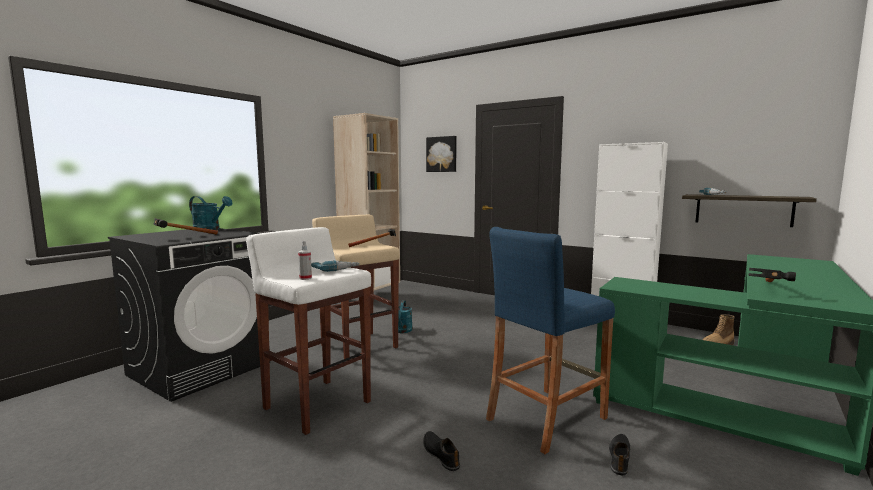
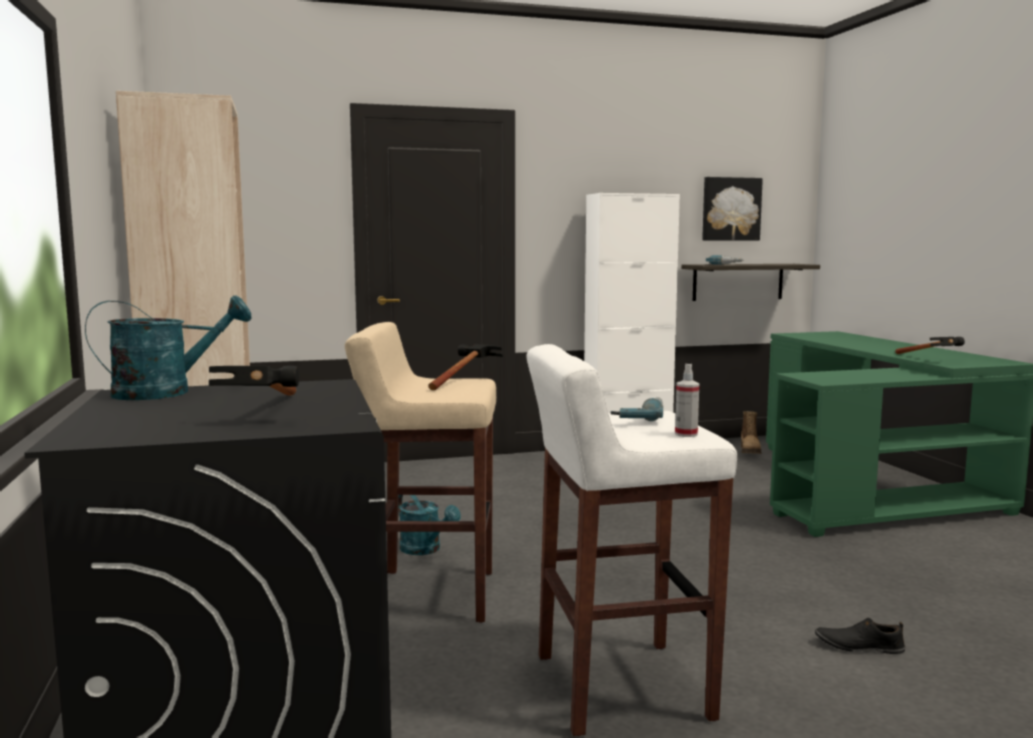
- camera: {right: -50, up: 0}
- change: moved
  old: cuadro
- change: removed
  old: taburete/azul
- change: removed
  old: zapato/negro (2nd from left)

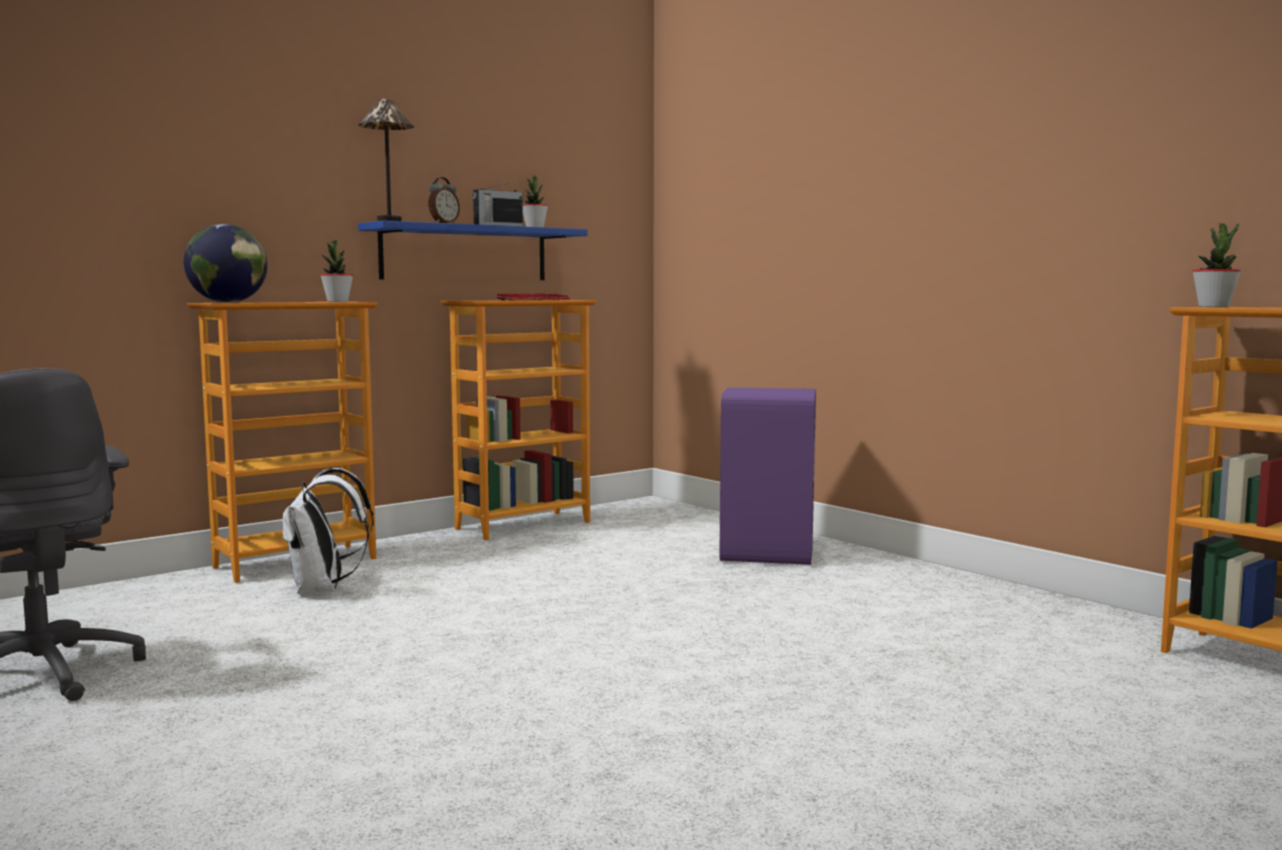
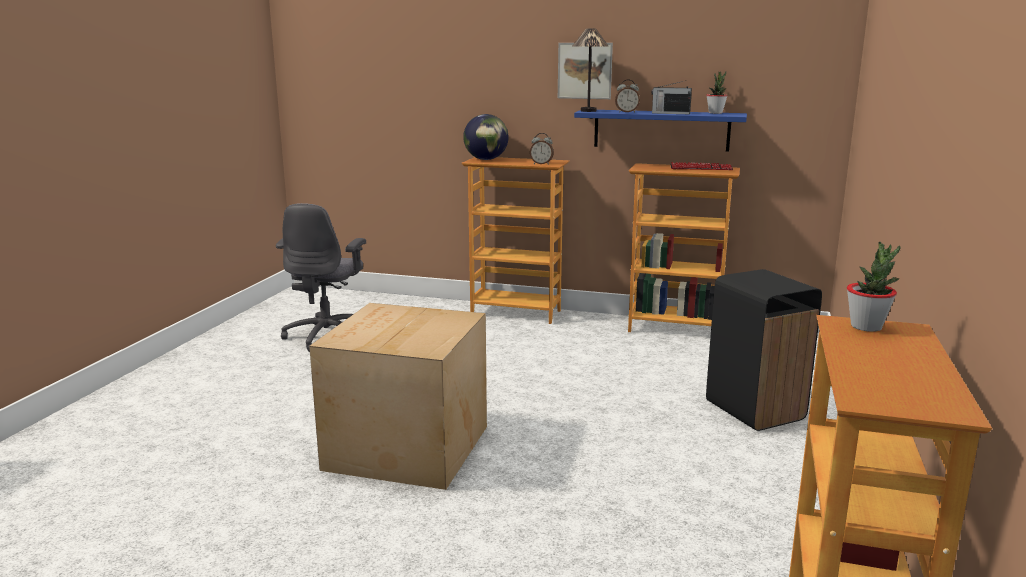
- camera: {right: 55, up: 10}
- change: added
  new: caja de cartón
- change: replaced
  old: planta en maceta (1st from left)
  new: despertador (1st from left)
- change: added
  new: cuadro
- change: recoloured
  old: papelera/morado
  new: papelera/negro
- change: removed
  old: mochila/blanco

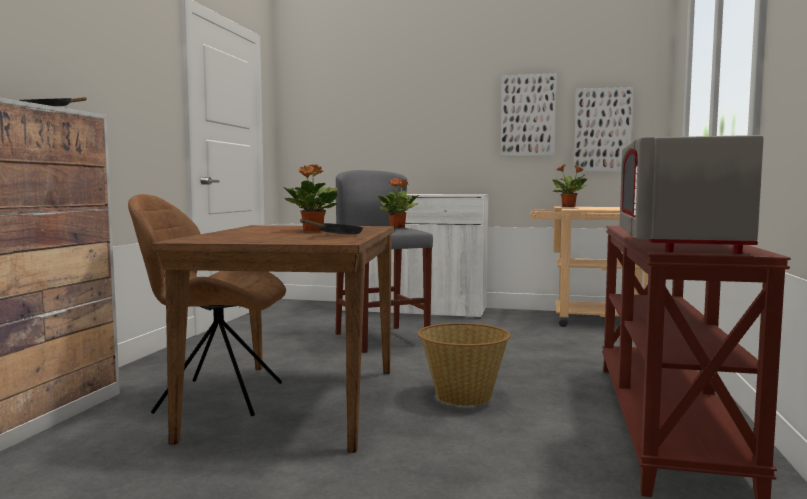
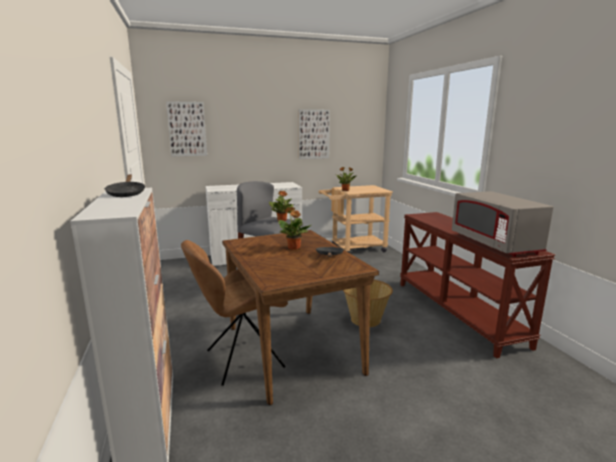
- camera: {right: -30, up: 10}
- change: moved
  old: cuadro (2nd from left in the first image)
  new: cuadro (1st from left)

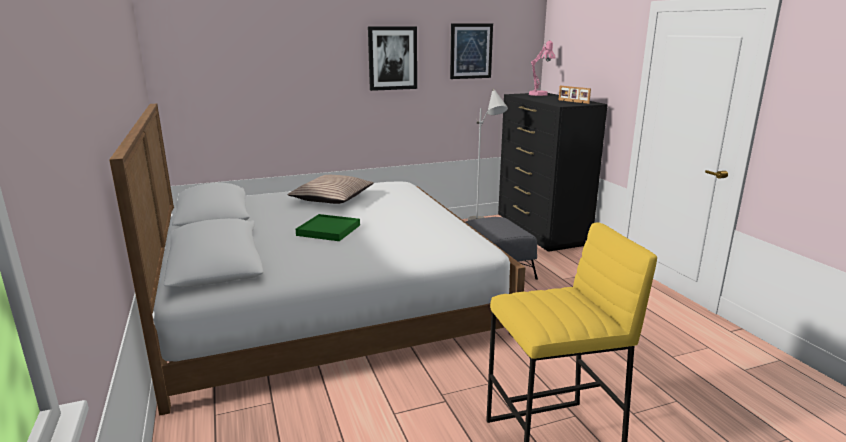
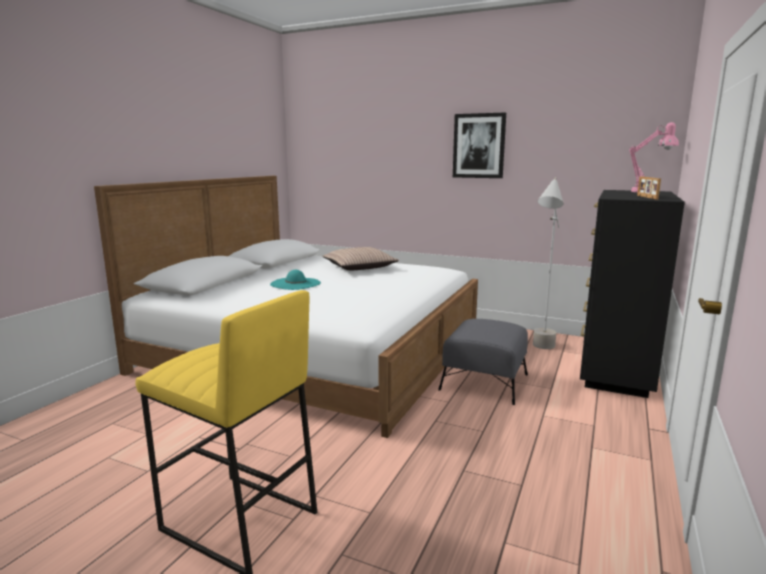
- camera: {right: 45, up: -5}
- change: replaced
  old: bandeja/verde
  new: sombrero/turquesa
- change: removed
  old: cuadro (2nd from left)

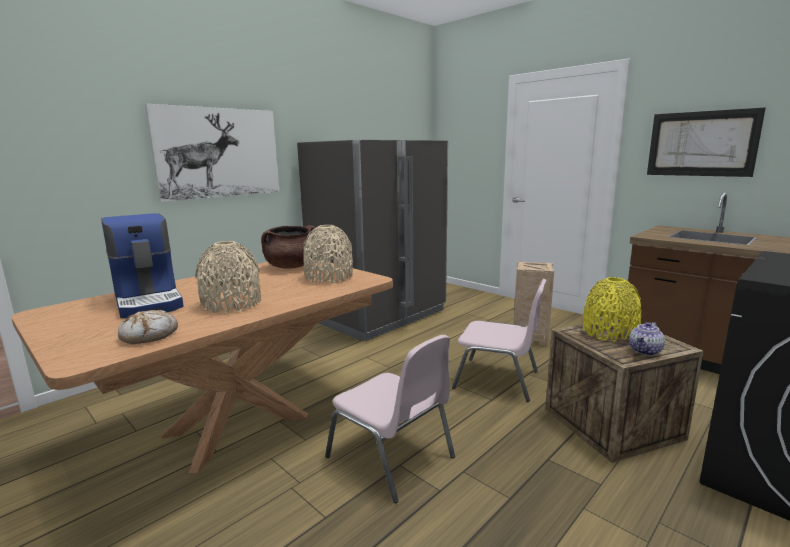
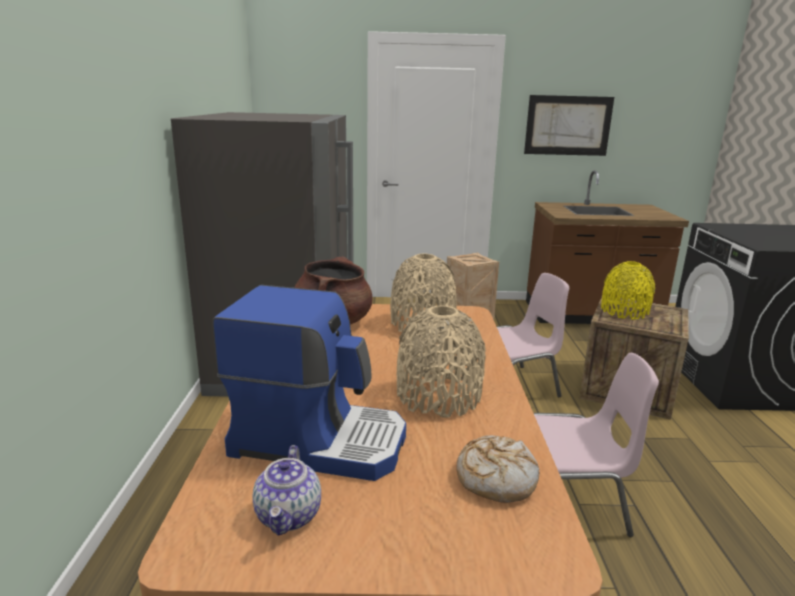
- camera: {right: -45, up: 5}
- change: moved
  old: tetera
- change: removed
  old: cuadro (1st from left)

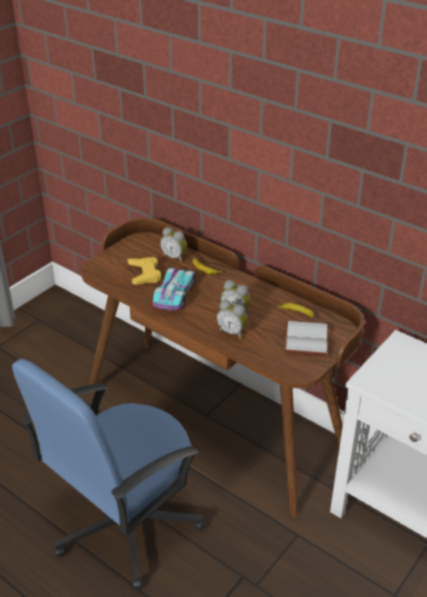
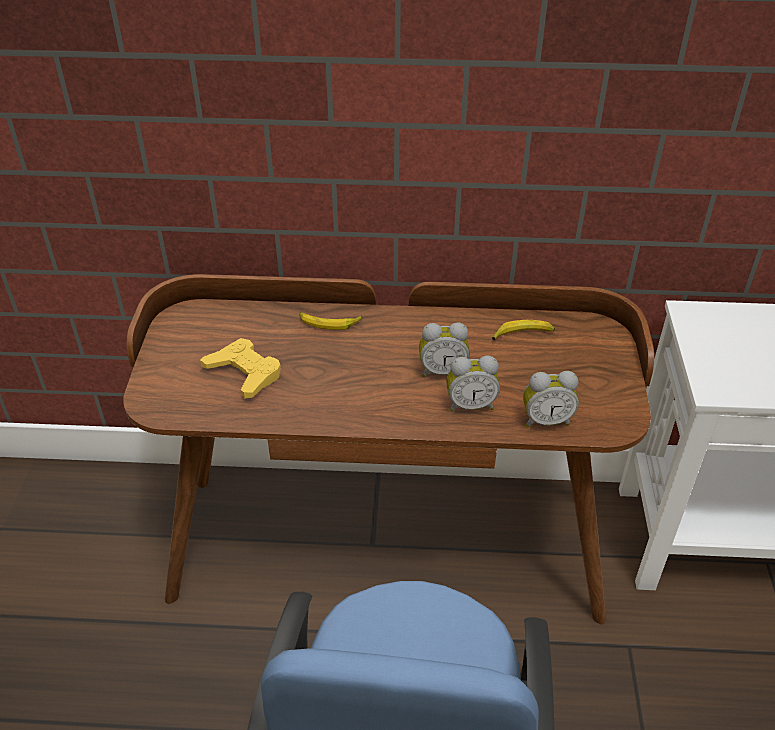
- camera: {right: -35, up: 5}
- change: moved
  old: despertador (1st from left in the first image)
  new: despertador (3rd from left)
- change: removed
  old: coche de juguete
- change: removed
  old: libro/blanco

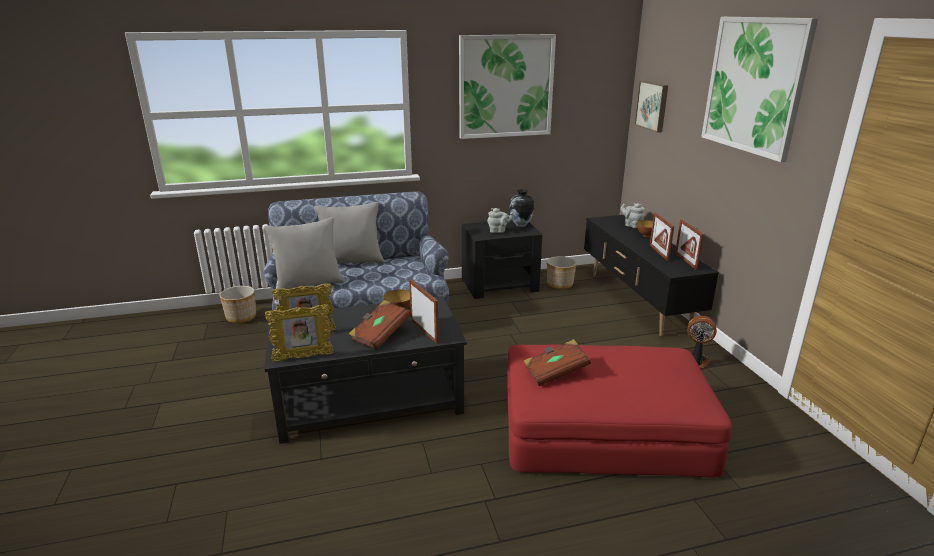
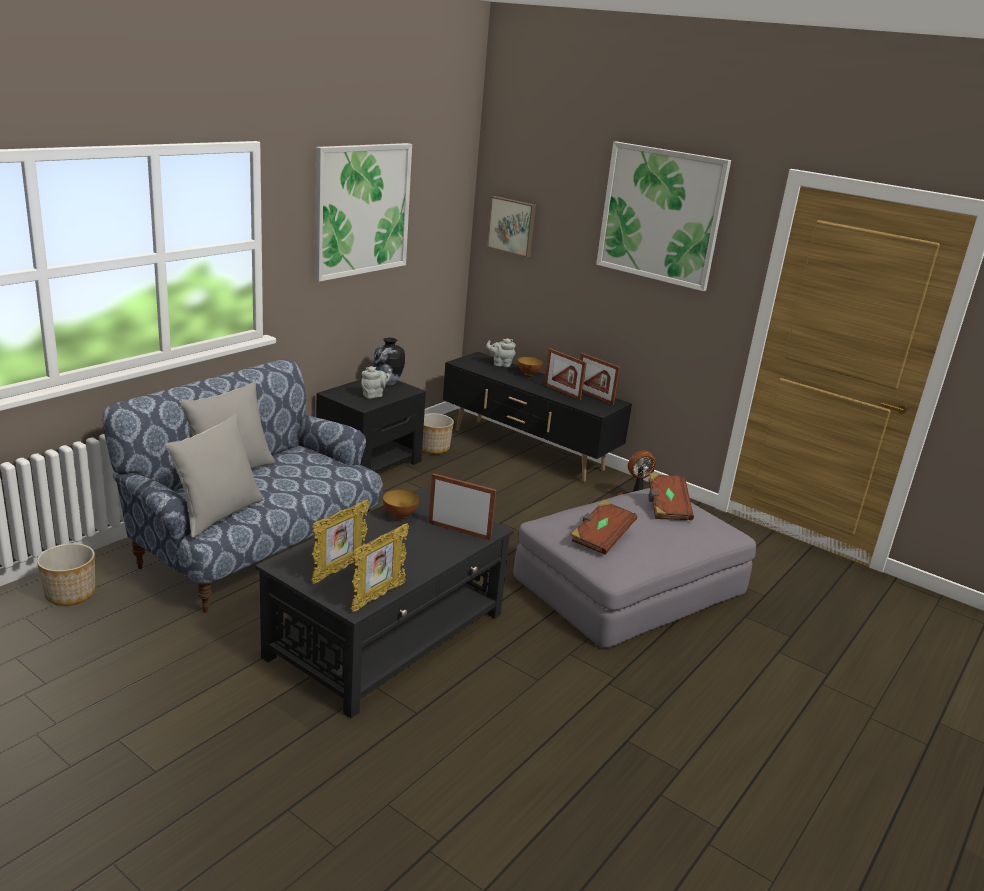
- camera: {right: -40, up: 0}
- change: recoloured
  old: puf/rojo
  new: puf/gris
- change: moved
  old: libro/marrón (1st from left in the first image)
  new: libro/marrón (2nd from left)

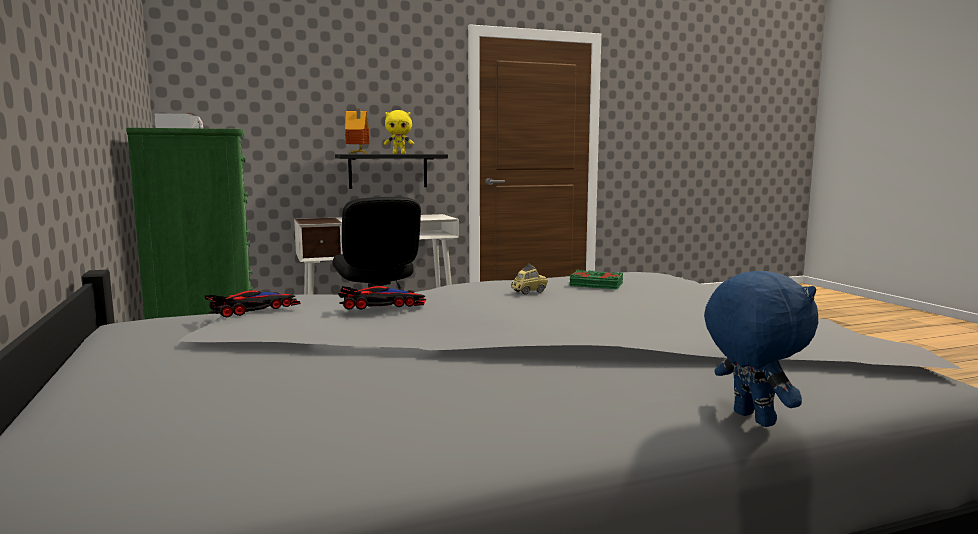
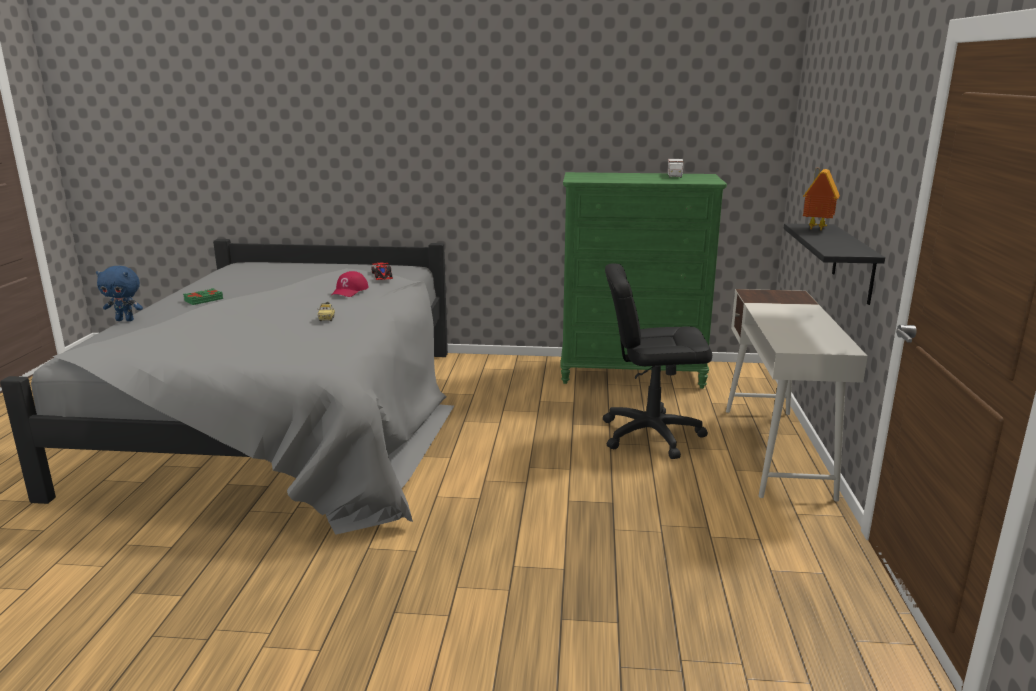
- camera: {right: 115, up: 10}
- change: moved
  old: libro/verde
- change: replaced
  old: coche de juguete (2nd from left)
  new: gorra/rojo
- change: removed
  old: peluche/amarillo

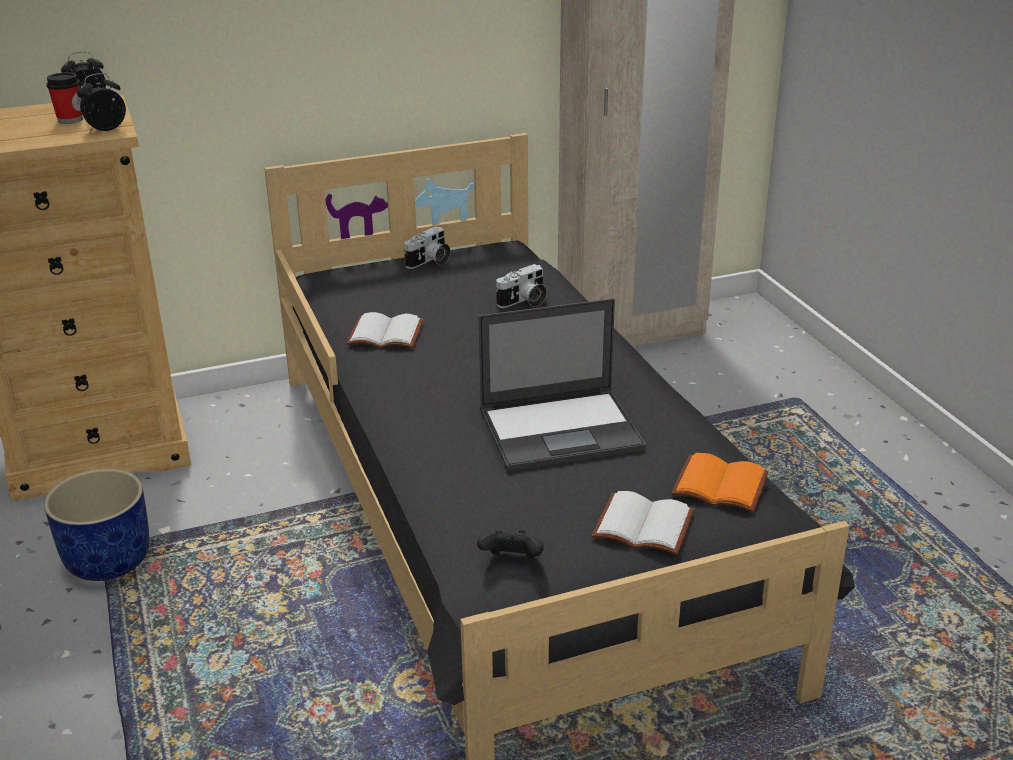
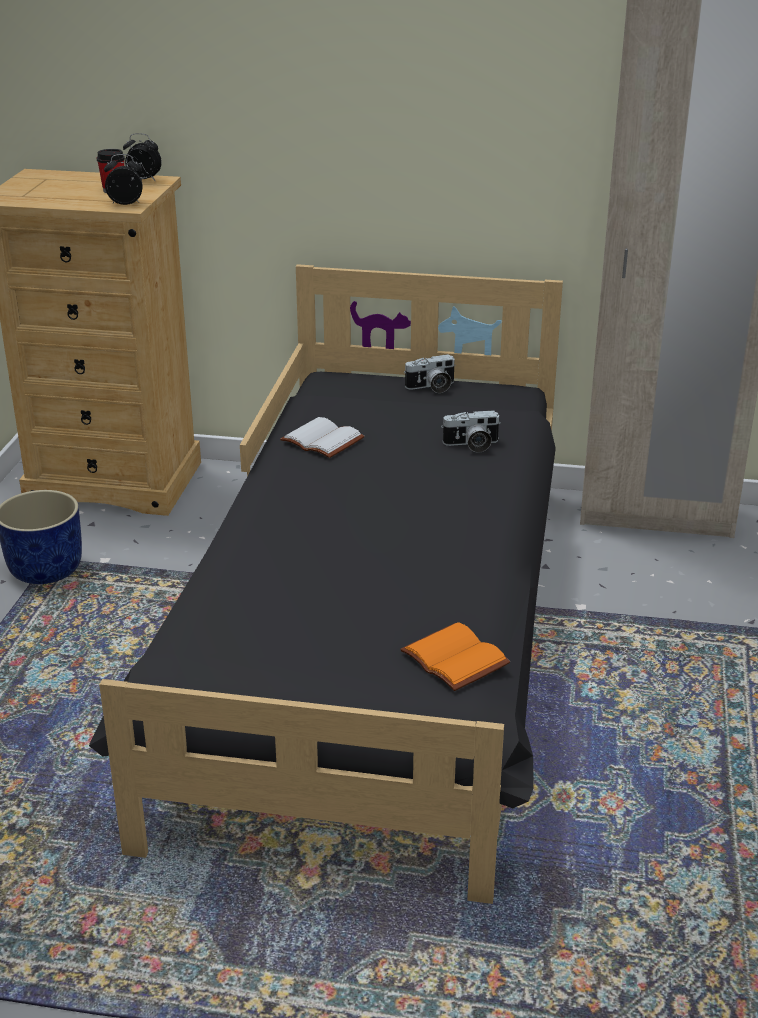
- camera: {right: 30, up: 0}
- change: removed
  old: mando de consola/negro
- change: removed
  old: portátil
- change: removed
  old: libro/blanco (2nd from left)

